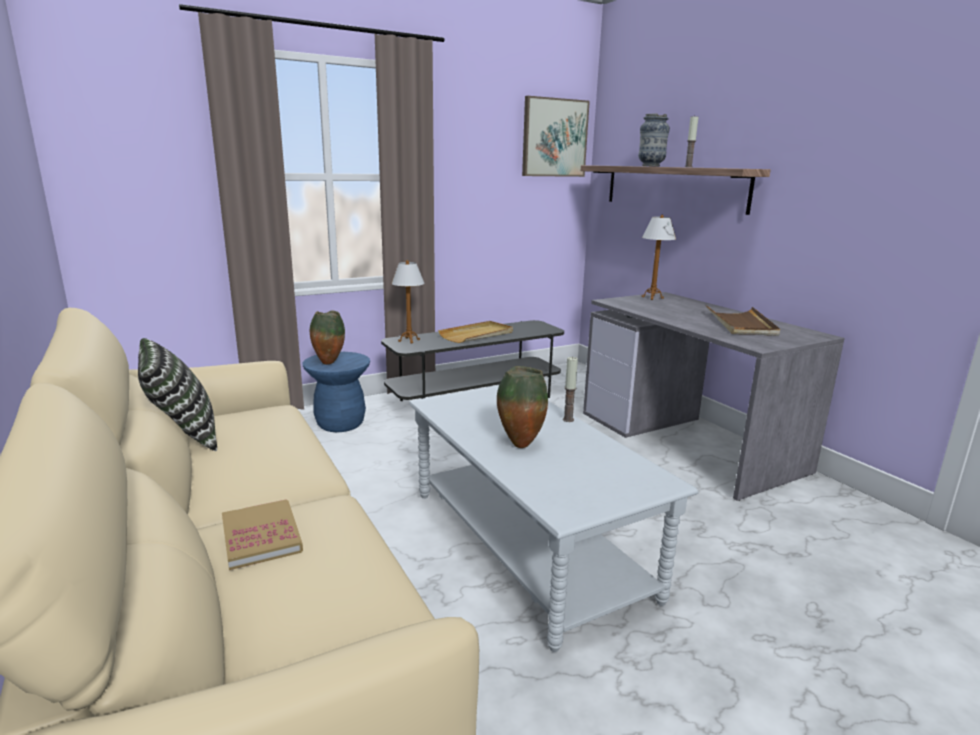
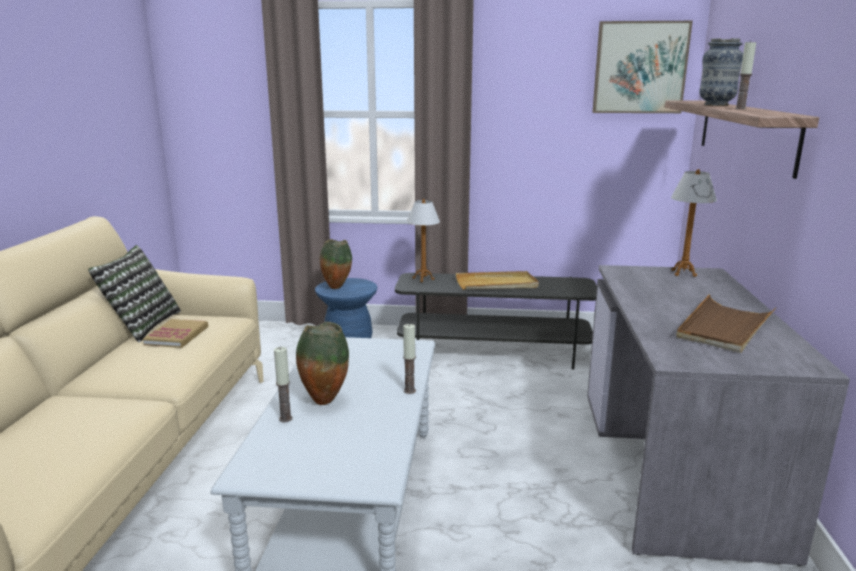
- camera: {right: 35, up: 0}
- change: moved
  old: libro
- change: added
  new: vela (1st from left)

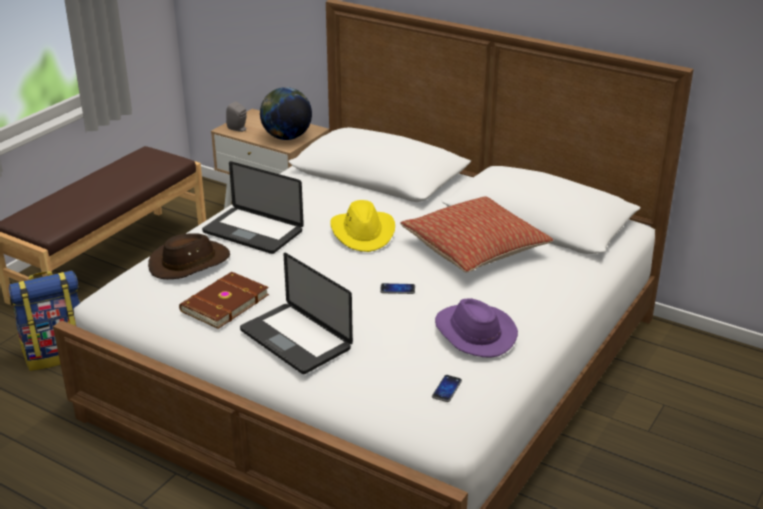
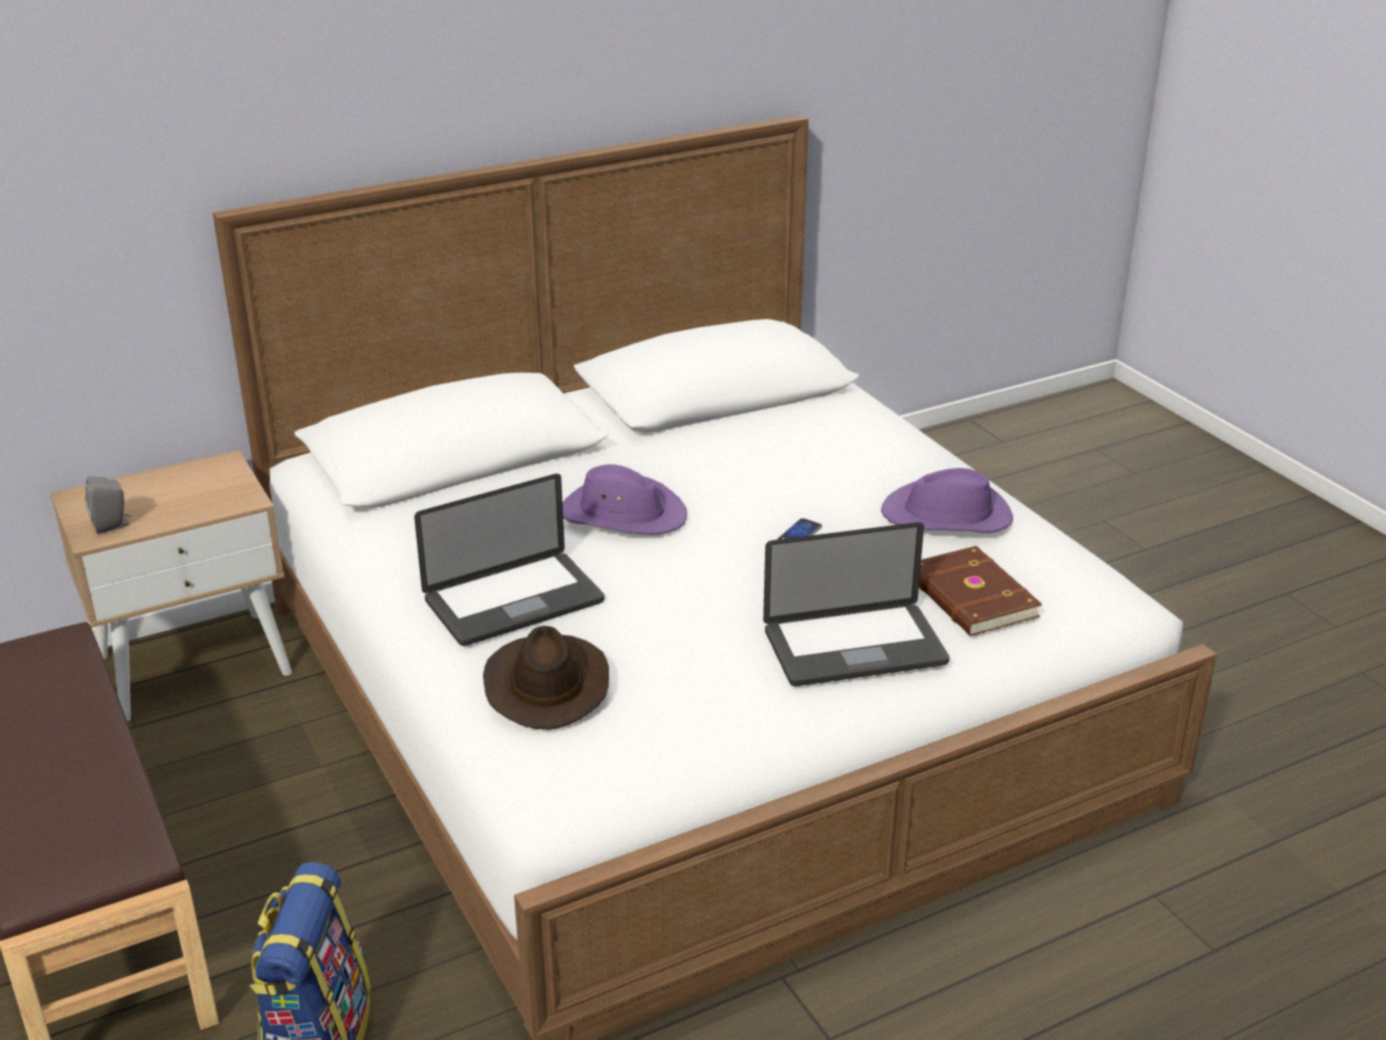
- camera: {right: -60, up: 0}
- change: recoloured
  old: sombrero/amarillo
  new: sombrero/morado (1st from left)
- change: moved
  old: libro/marrón
- change: removed
  old: globo terráqueo
- change: removed
  old: cojín
- change: removed
  old: móvil (2nd from left)

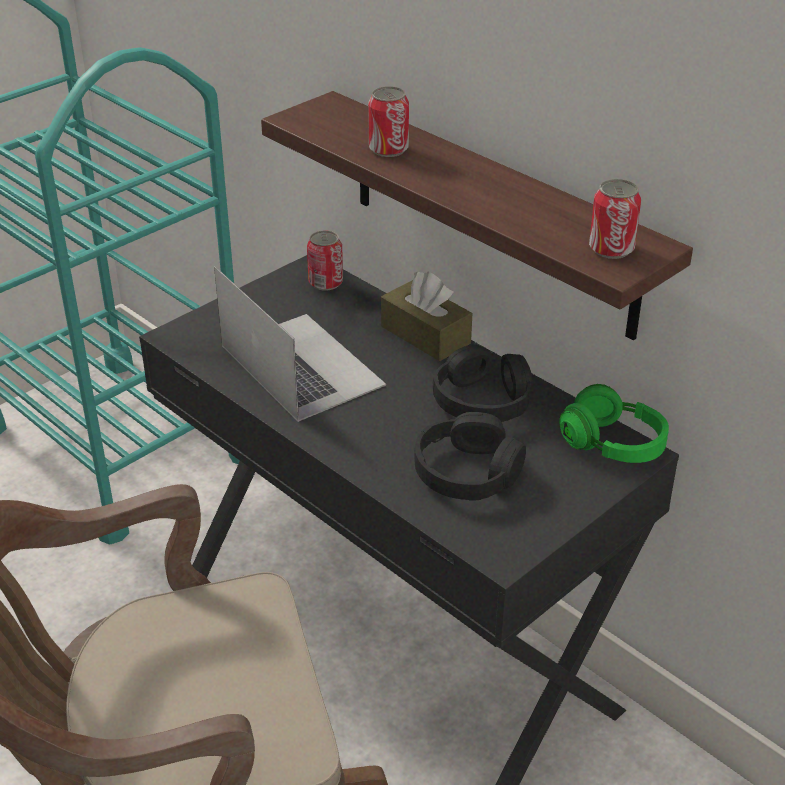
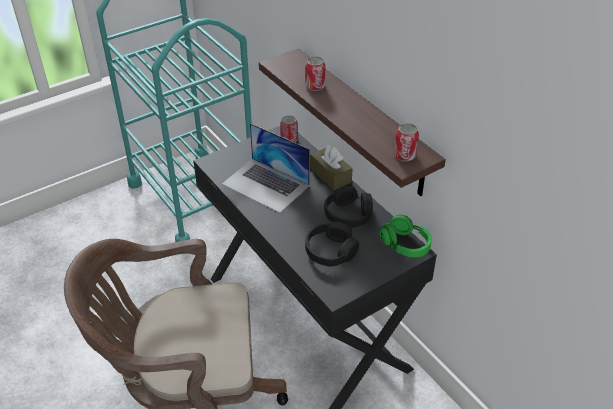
- camera: {right: 10, up: 5}
- change: turned
  old: portátil
  degrees: 150

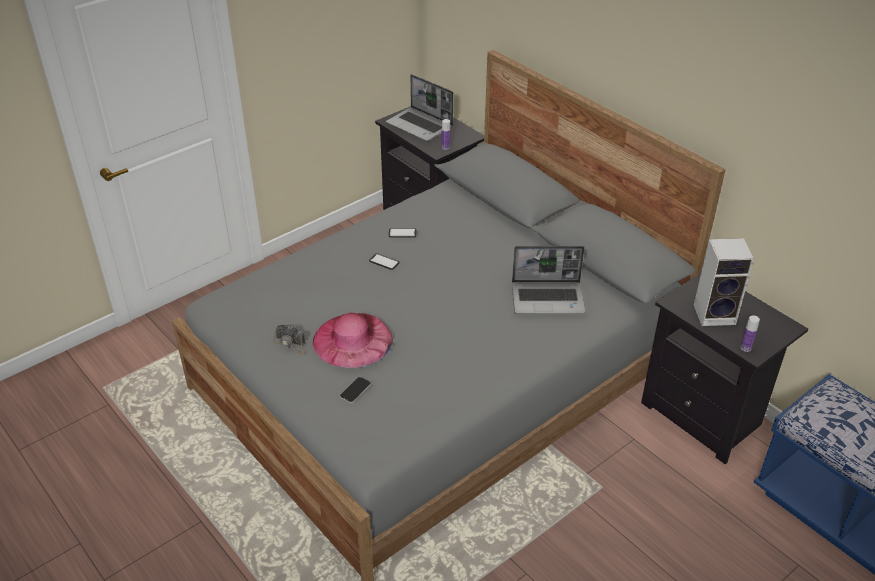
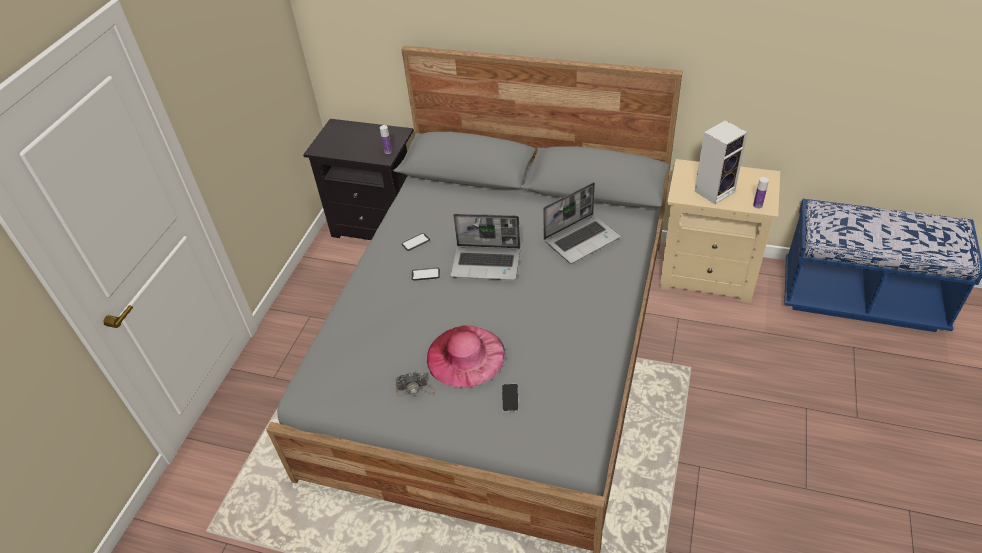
- camera: {right: -30, up: 5}
- change: moved
  old: portátil (1st from left)
- change: recoloured
  old: mesita de noche/negro (2nd from left)
  new: mesita de noche/beis

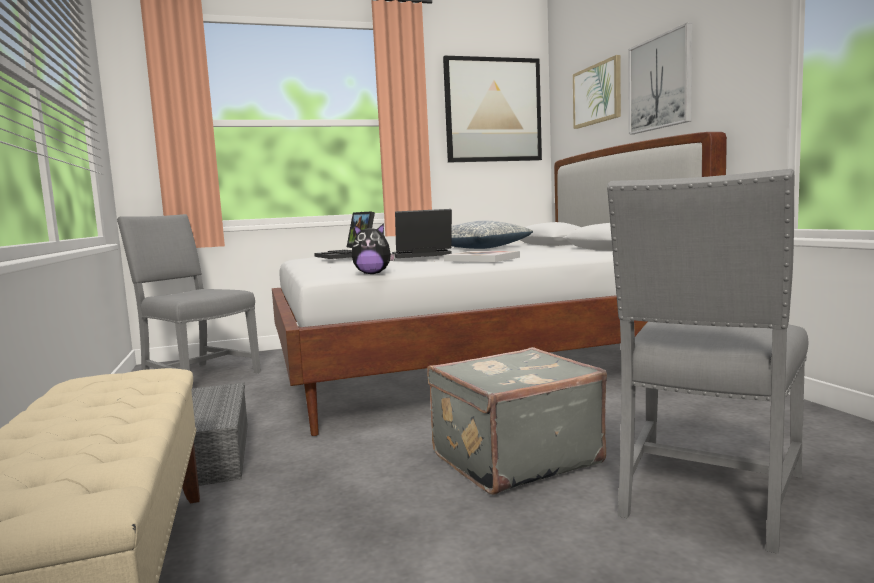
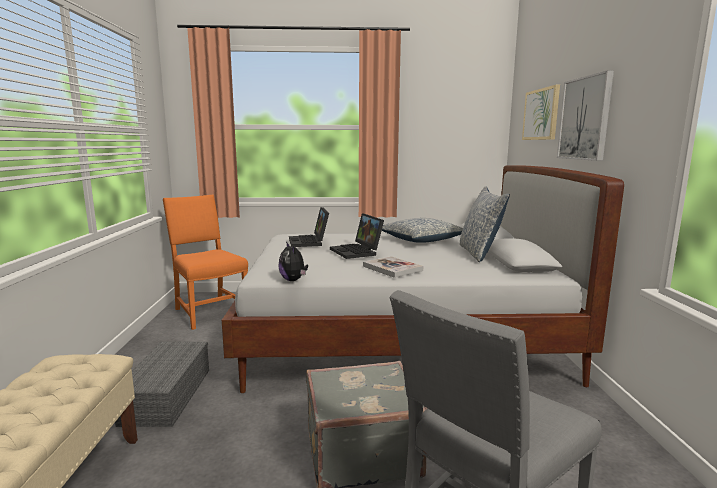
- camera: {right: 15, up: 5}
- change: recoloured
  old: silla/gris (1st from left)
  new: silla/naranja
- change: turned
  old: peluche
  degrees: 45
- change: turned
  old: portátil (2nd from left)
  degrees: -120
- change: added
  new: cojín (2nd from left)
- change: removed
  old: cuadro (1st from left)

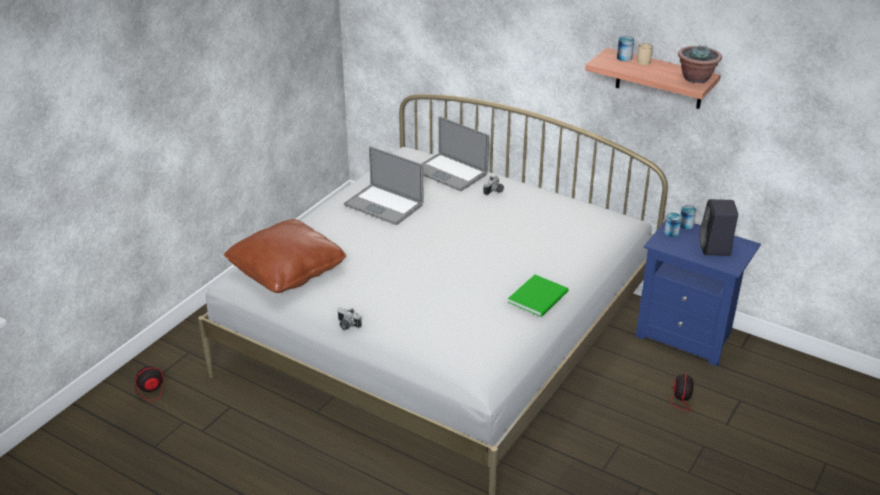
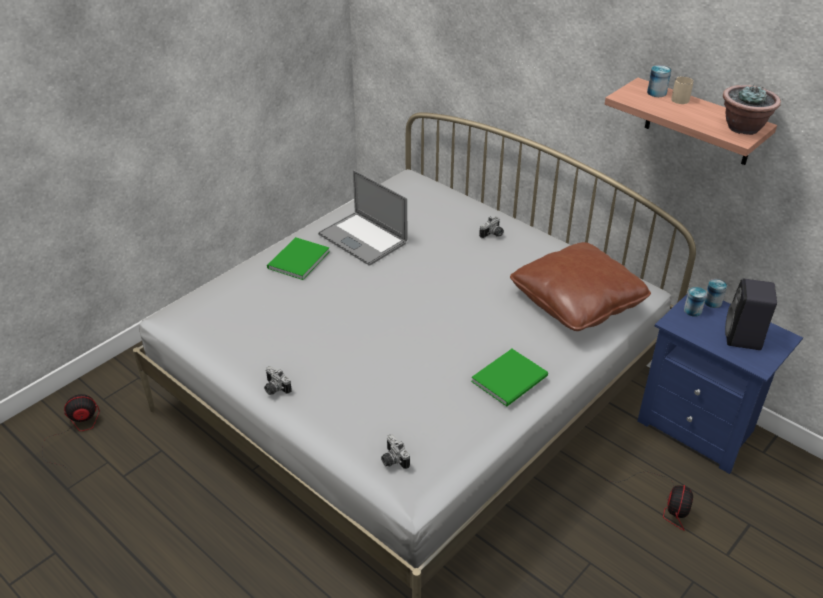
- camera: {right: 10, up: 5}
- change: added
  new: libro/verde (1st from left)
- change: added
  new: cámara (2nd from left)
- change: moved
  old: cojín/marrón
- change: removed
  old: portátil (2nd from left)

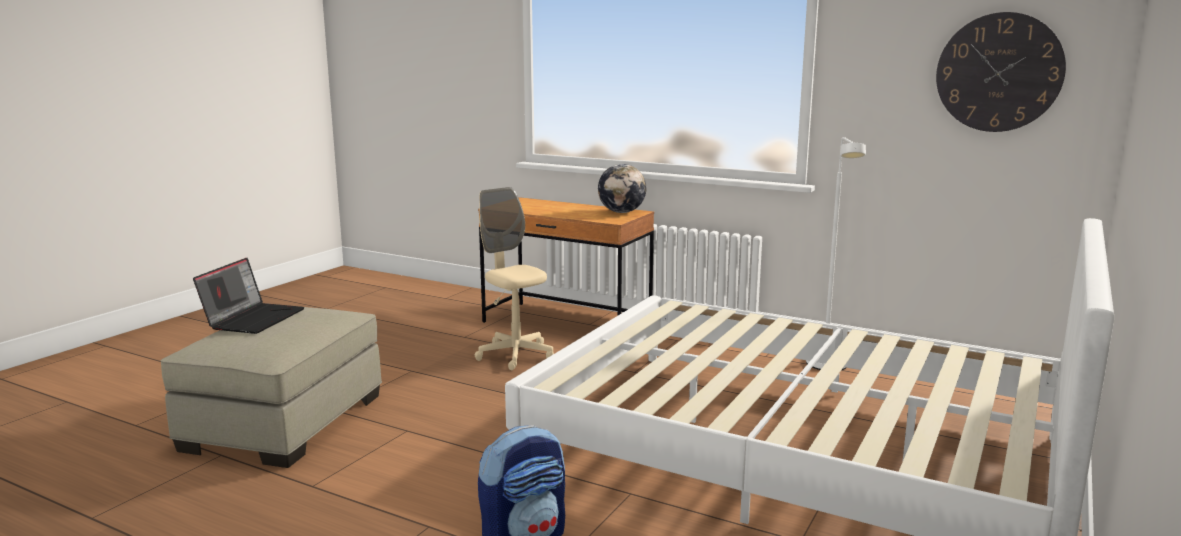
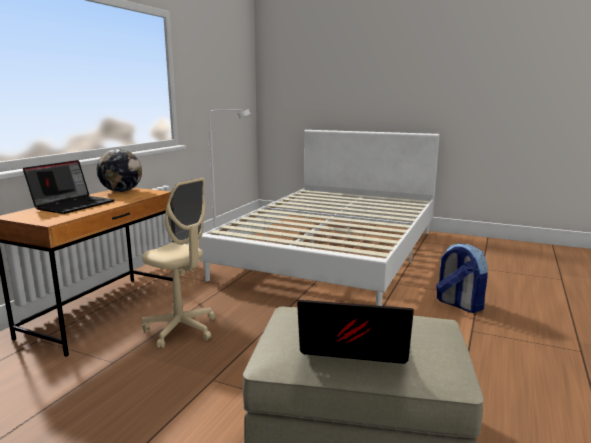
- camera: {right: -95, up: 0}
- change: added
  new: portátil (1st from left)
- change: turned
  old: silla de oficina/beis
  degrees: -105
- change: removed
  old: reloj de pared

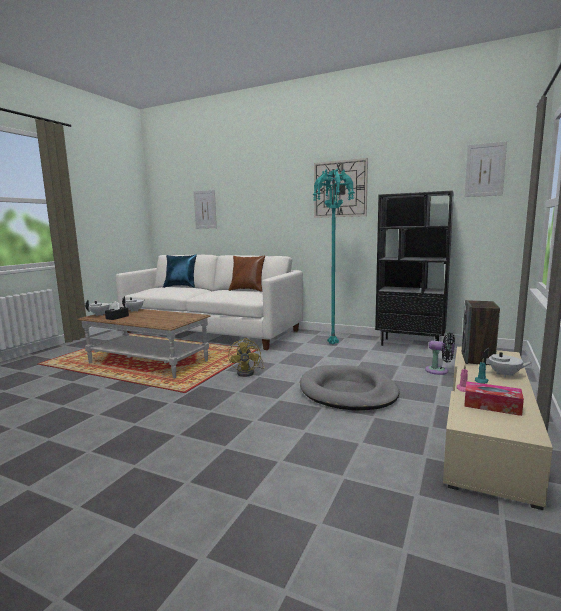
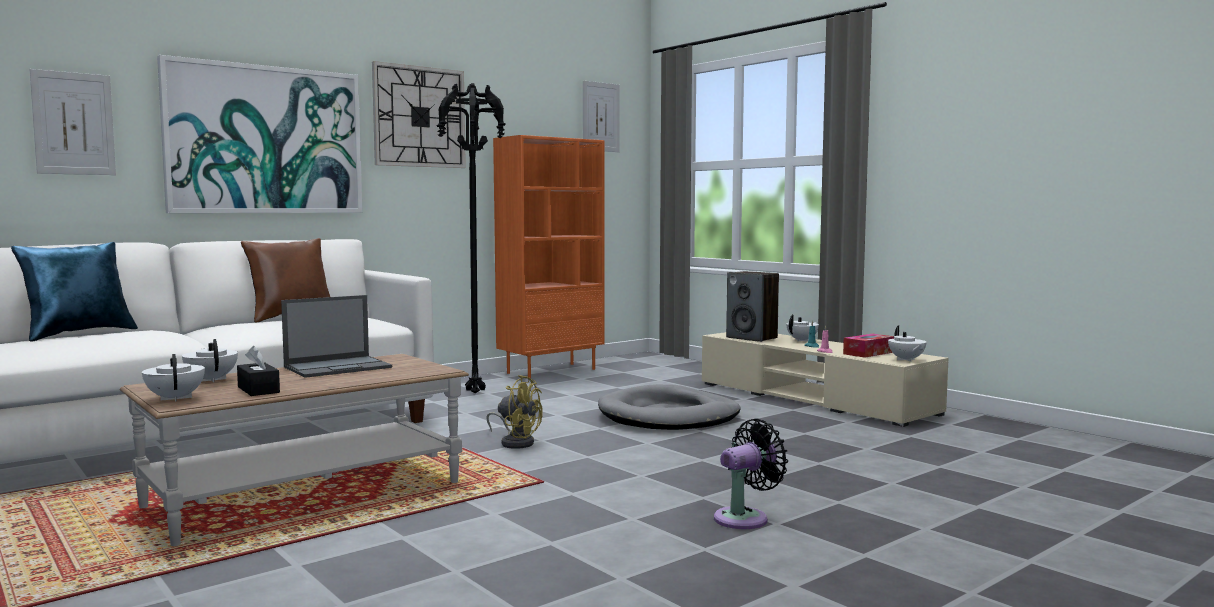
- camera: {right: -65, up: -5}
- change: added
  new: cuadro (2nd from left)
- change: added
  new: portátil
- change: recoloured
  old: lámpara de pie/turquesa
  new: lámpara de pie/negro
- change: recoloured
  old: estantería/negro
  new: estantería/naranja
- change: moved
  old: ventilador/negro
- change: added
  new: tetera/blanco (4th from left)

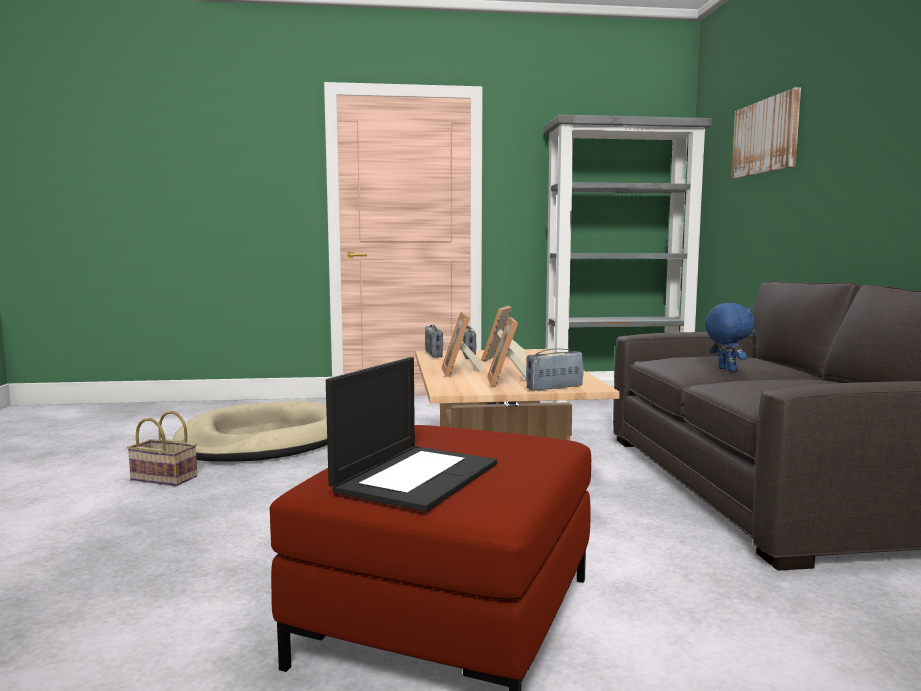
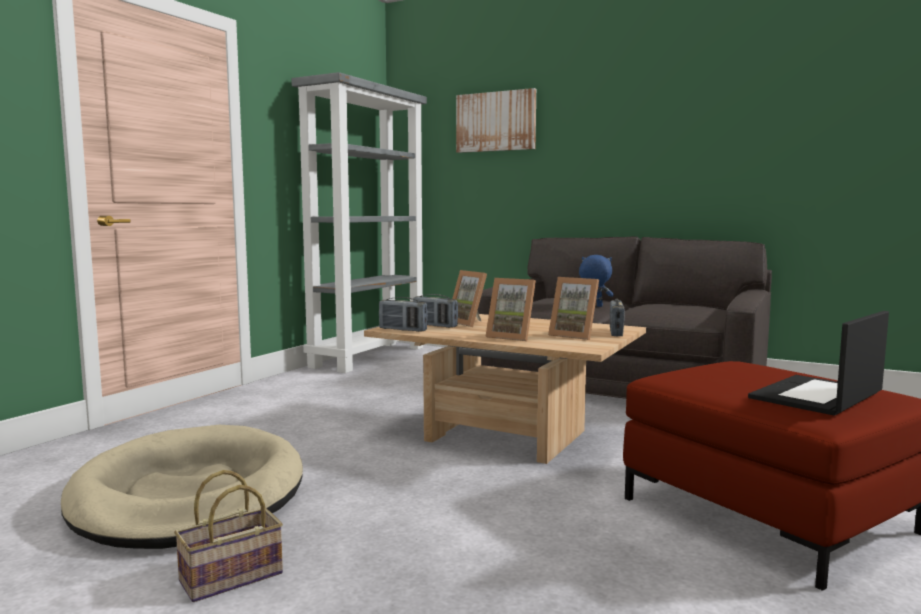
- camera: {right: -55, up: 0}
- change: turned
  old: portátil
  degrees: -105

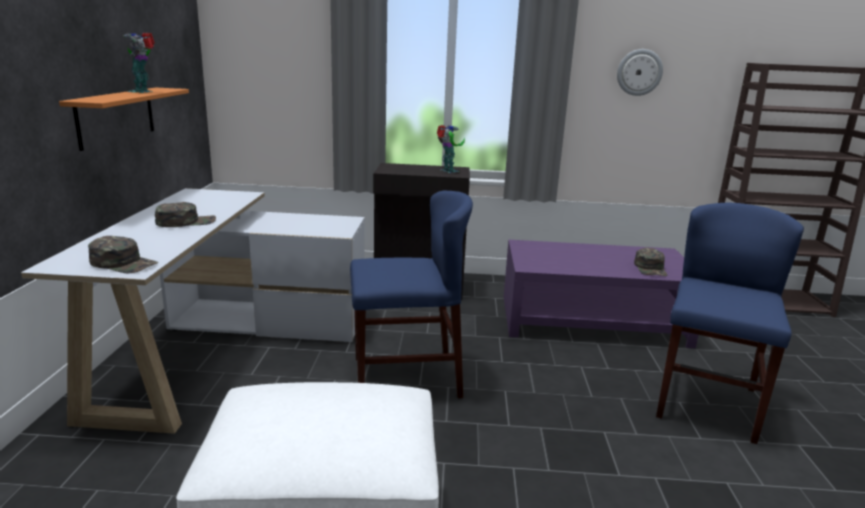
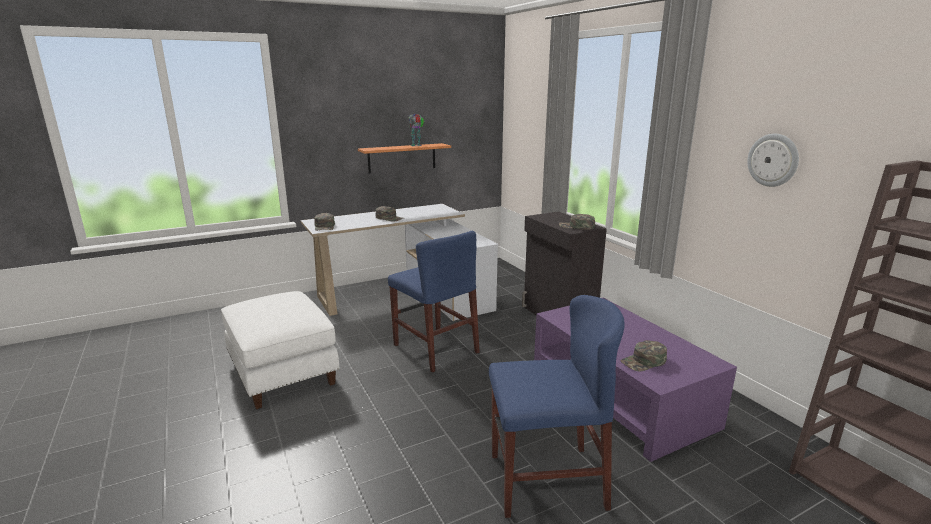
- camera: {right: 60, up: 0}
- change: replaced
  old: robot de juguete (2nd from left)
  new: gorra/verde (3rd from left)

